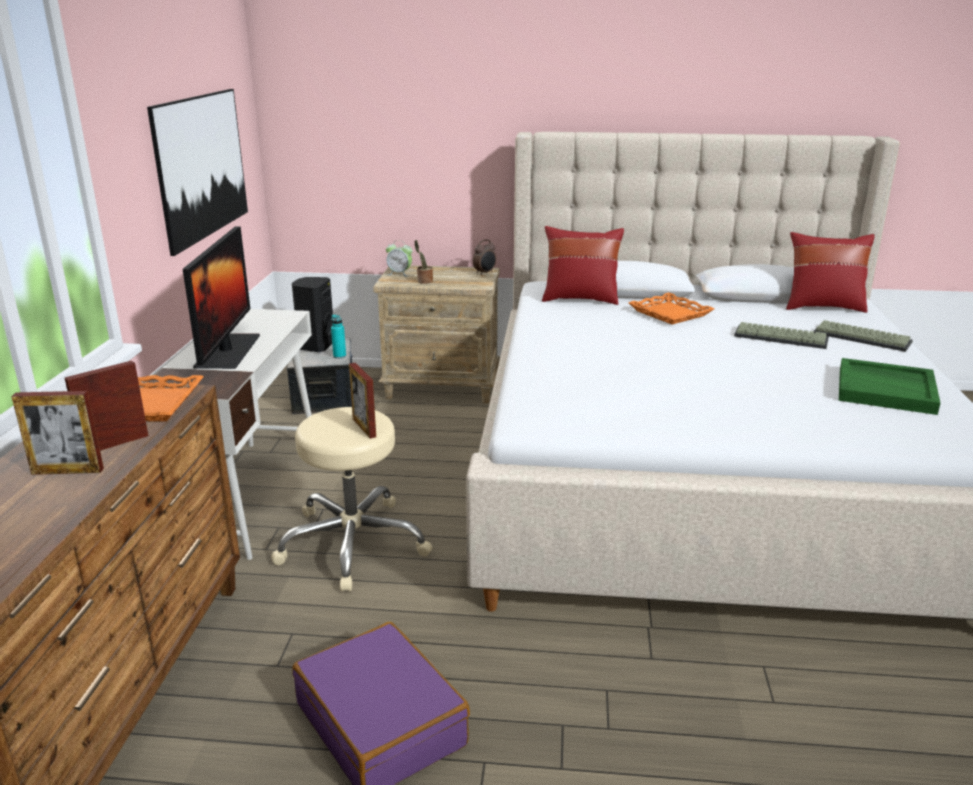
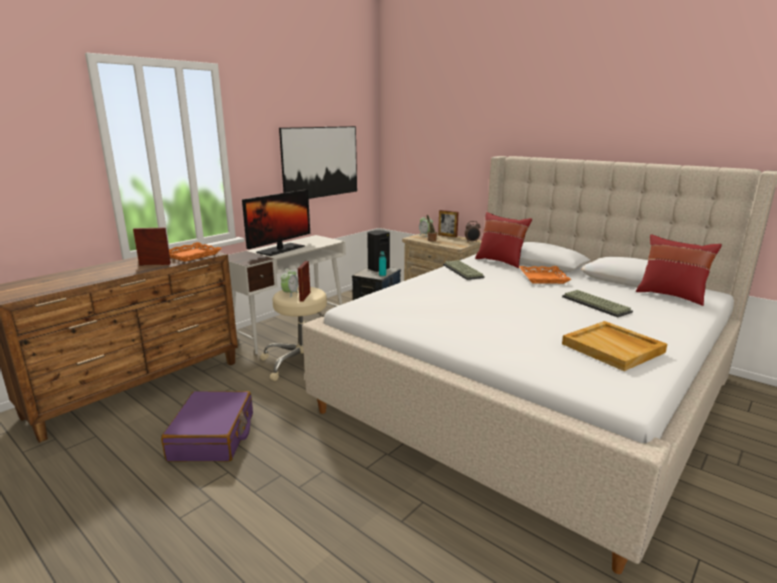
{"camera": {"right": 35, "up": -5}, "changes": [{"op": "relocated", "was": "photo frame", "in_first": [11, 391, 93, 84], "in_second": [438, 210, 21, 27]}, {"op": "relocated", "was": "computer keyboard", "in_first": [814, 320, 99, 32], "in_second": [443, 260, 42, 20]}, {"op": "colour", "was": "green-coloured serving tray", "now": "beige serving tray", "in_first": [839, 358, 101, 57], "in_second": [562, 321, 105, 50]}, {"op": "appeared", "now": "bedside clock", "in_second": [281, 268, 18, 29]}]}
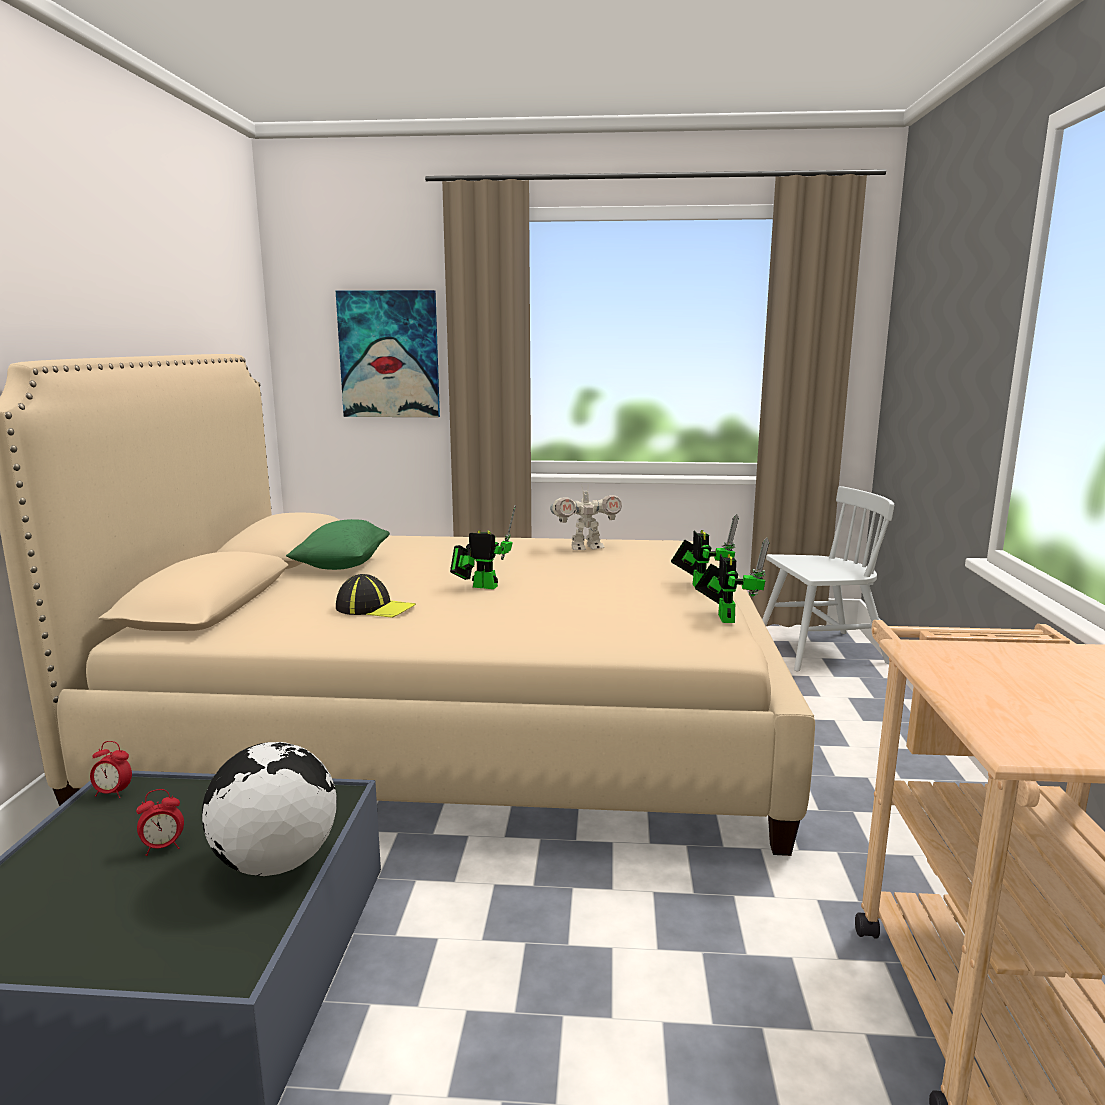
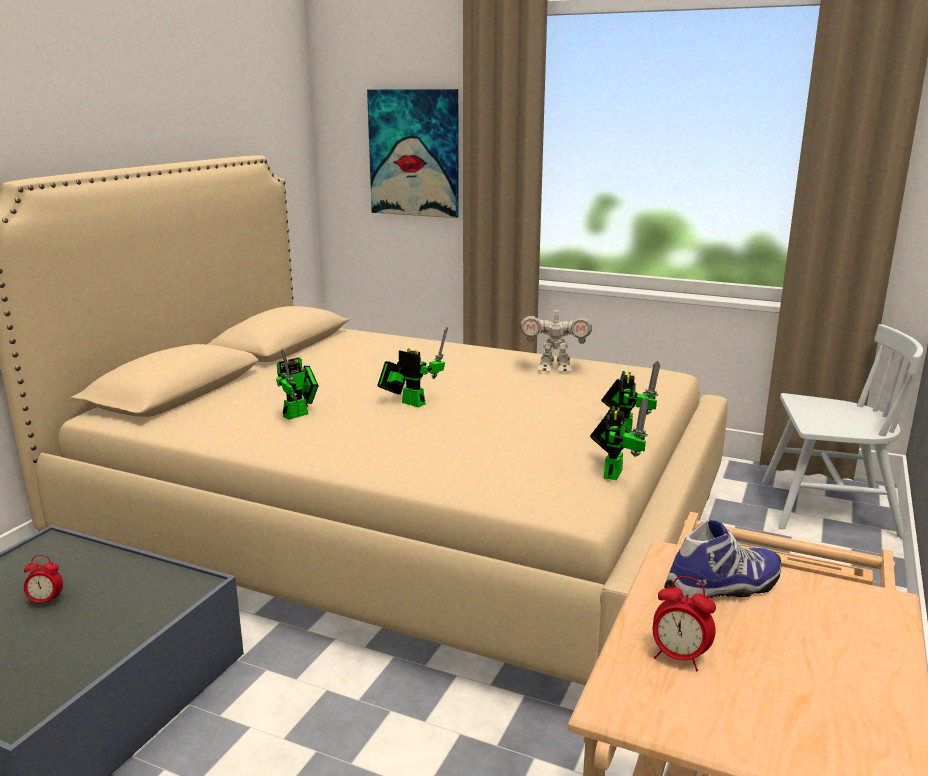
{"camera": {"right": 20, "up": 5}, "changes": [{"op": "relocated", "was": "bedside clock", "in_first": [90, 741, 42, 58], "in_second": [653, 576, 63, 95]}, {"op": "missing", "was": "desk globe", "in_first": [202, 742, 135, 134]}, {"op": "missing", "was": "green-coloured pillow", "in_first": [286, 519, 104, 51]}, {"op": "exchanged", "was": "cap", "now": "robot figure", "in_first": [336, 574, 80, 44], "in_second": [276, 348, 42, 72]}, {"op": "appeared", "now": "low shoe", "in_second": [664, 520, 117, 78]}]}
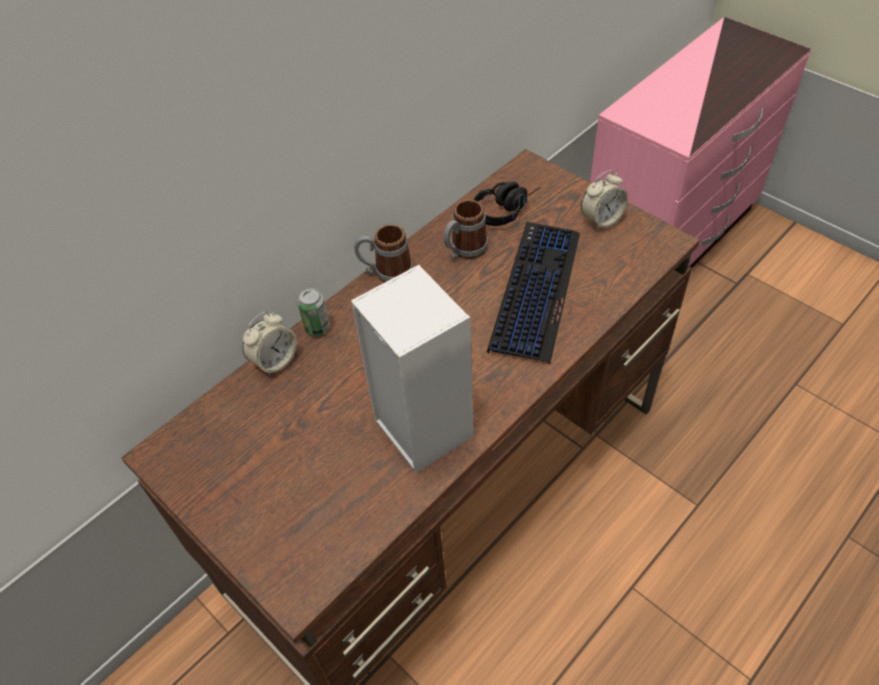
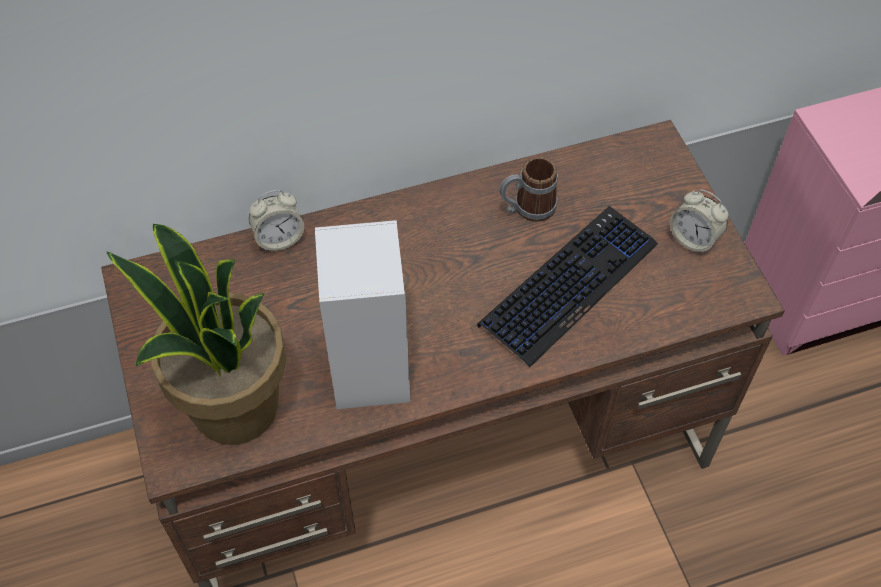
{"camera": {"right": 25, "up": 5}, "changes": [{"op": "missing", "was": "metal can", "in_first": [297, 288, 33, 48]}, {"op": "missing", "was": "coffee mug", "in_first": [354, 224, 59, 59]}, {"op": "missing", "was": "black-coloured pair of headphones", "in_first": [473, 181, 68, 45]}, {"op": "spun", "was": "bedside clock", "in_first": [581, 170, 47, 60], "in_second": [670, 189, 58, 65], "clockwise": 45}, {"op": "appeared", "now": "potted plant", "in_second": [106, 224, 180, 221]}]}
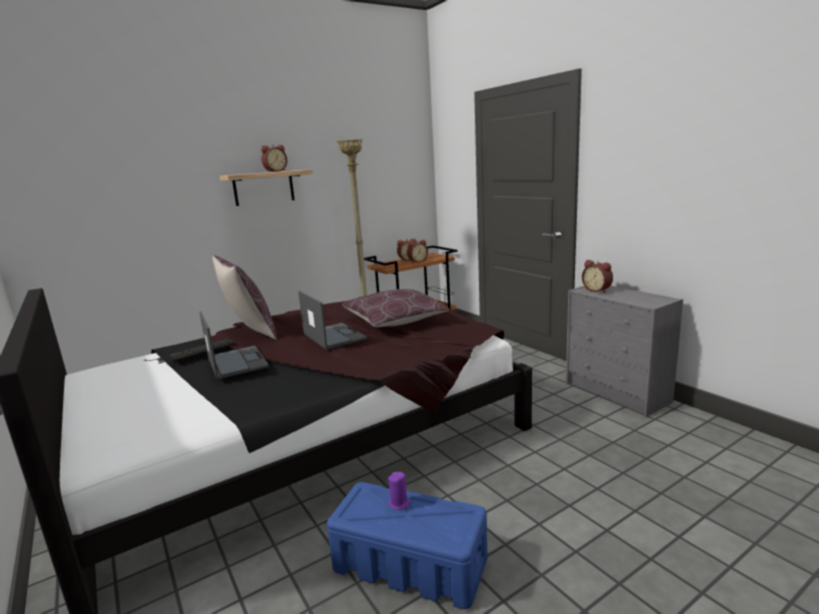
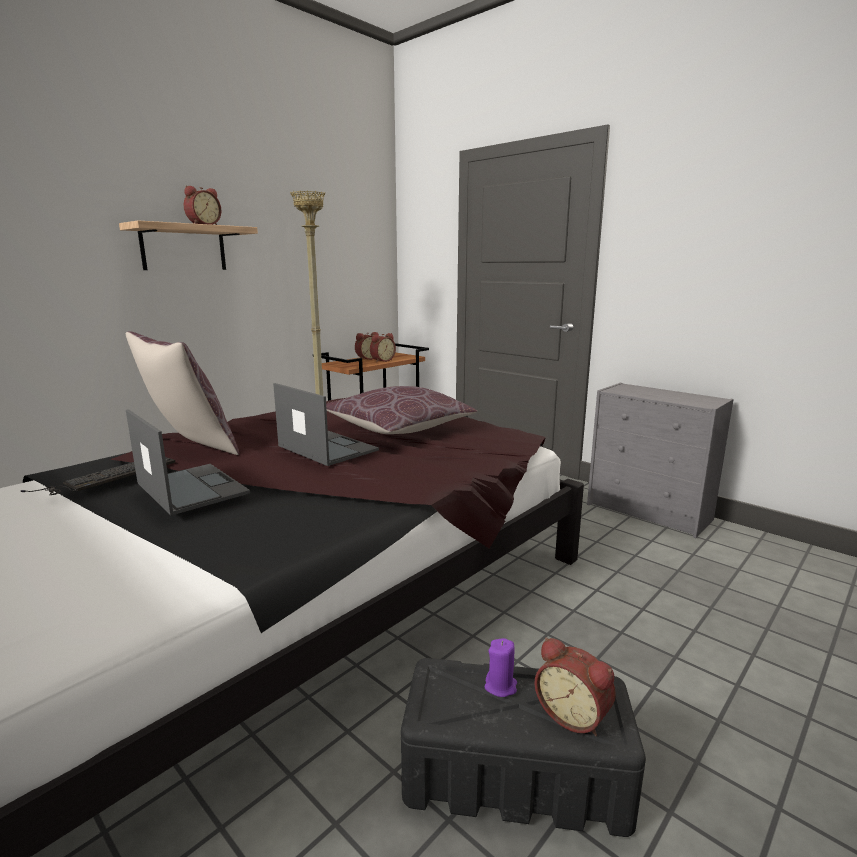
{"camera": {"right": -15, "up": 0}, "changes": [{"op": "colour", "was": "bluish storage bin", "now": "black-coloured storage bin", "in_first": [327, 482, 160, 127], "in_second": [401, 658, 245, 179]}, {"op": "relocated", "was": "bedside clock", "in_first": [582, 260, 31, 33], "in_second": [534, 637, 82, 99]}]}
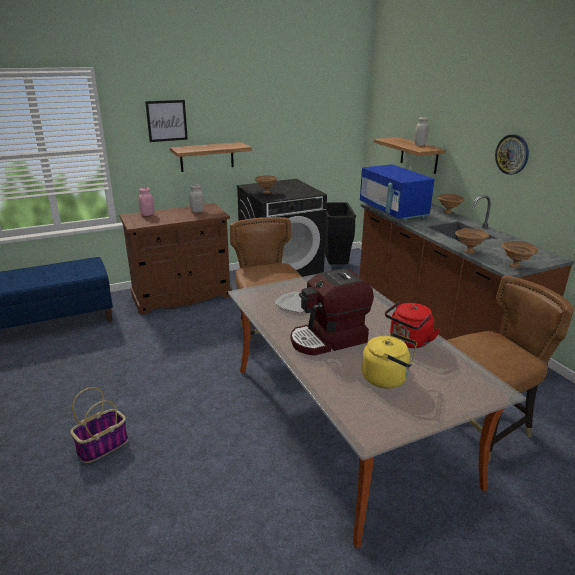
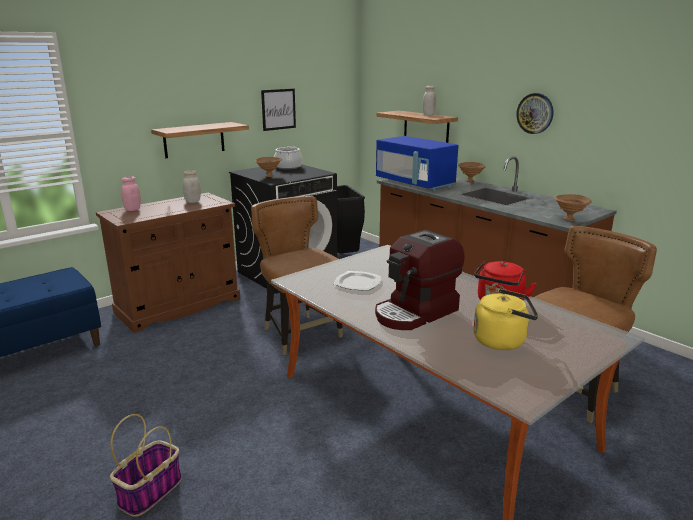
{"camera": {"right": -15, "up": -5}, "changes": [{"op": "relocated", "was": "picture", "in_first": [145, 100, 43, 42], "in_second": [261, 89, 35, 42]}, {"op": "missing", "was": "brown-coloured serving bowl", "in_first": [455, 228, 34, 26]}, {"op": "appeared", "now": "stockpot", "in_second": [274, 146, 28, 23]}]}
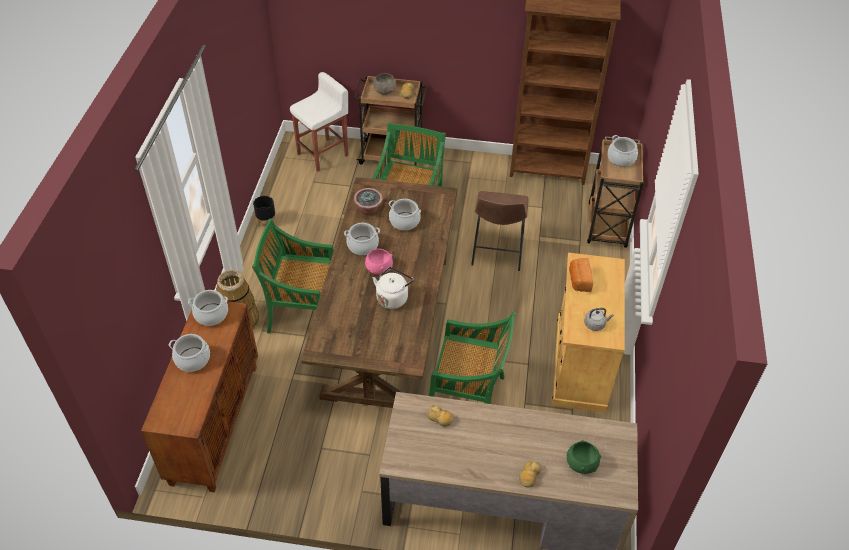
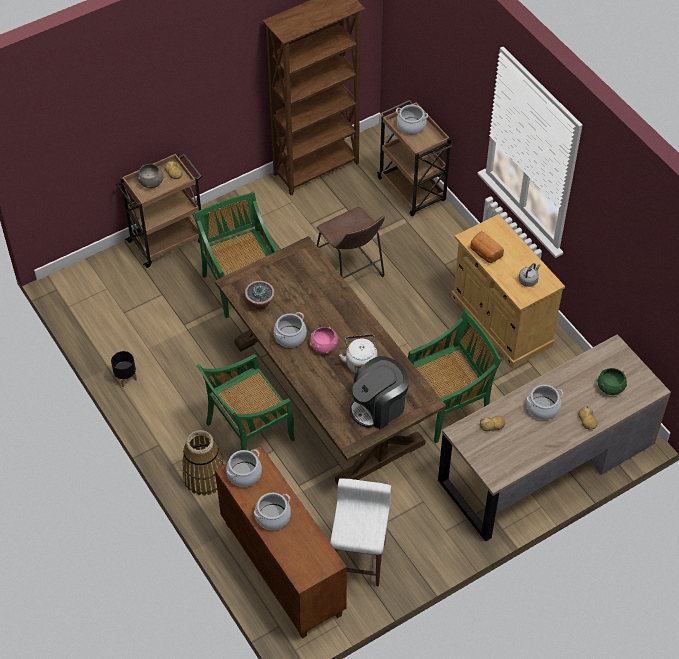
{"camera": {"right": -40, "up": 5}, "changes": [{"op": "relocated", "was": "white-coloured sitting stool", "in_first": [290, 72, 58, 100], "in_second": [330, 478, 61, 109]}, {"op": "relocated", "was": "stockpot", "in_first": [389, 199, 32, 32], "in_second": [526, 385, 38, 35]}, {"op": "appeared", "now": "coffee maker", "in_second": [350, 356, 59, 73]}]}
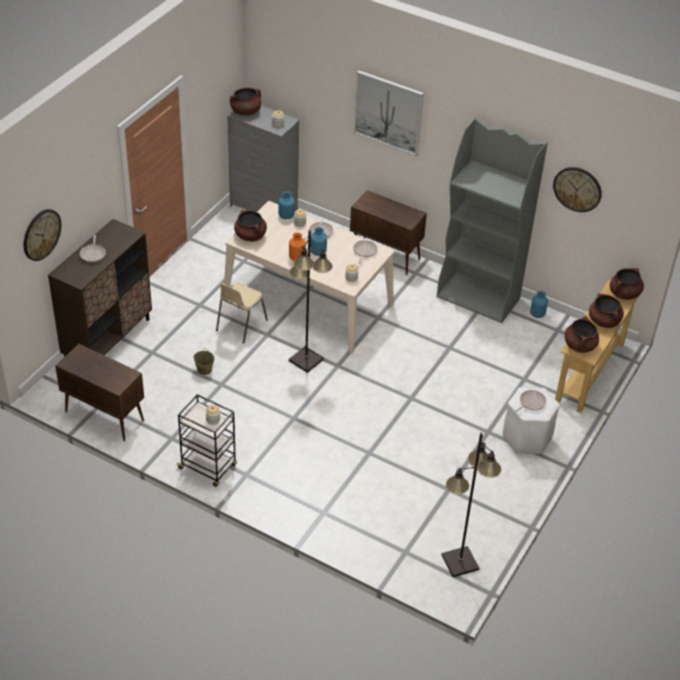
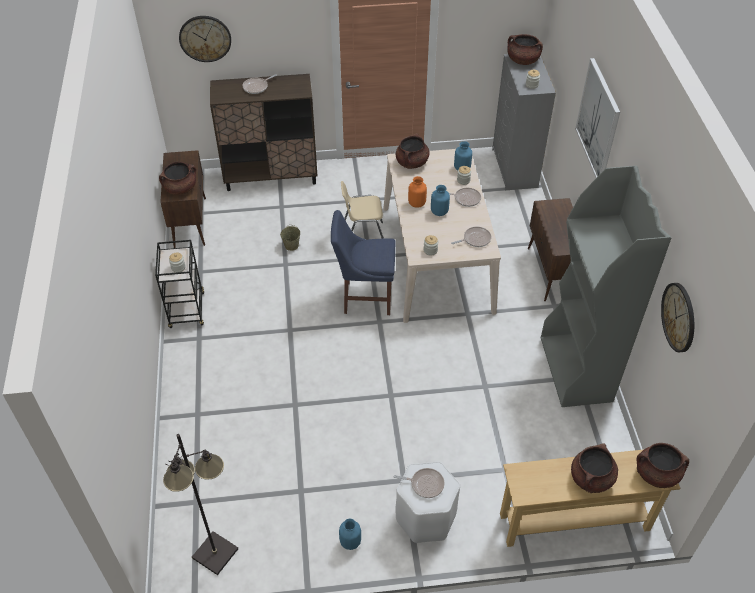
{"camera": {"right": 55, "up": 5}, "changes": [{"op": "exchanged", "was": "black-coloured standard lamp", "now": "bluish plain chair", "in_first": [289, 230, 44, 143], "in_second": [331, 210, 65, 105]}, {"op": "relocated", "was": "bluish flower vase", "in_first": [530, 291, 18, 27], "in_second": [339, 518, 22, 32]}, {"op": "relocated", "was": "brown-coloured stockpot", "in_first": [565, 316, 34, 37], "in_second": [159, 162, 37, 33]}]}
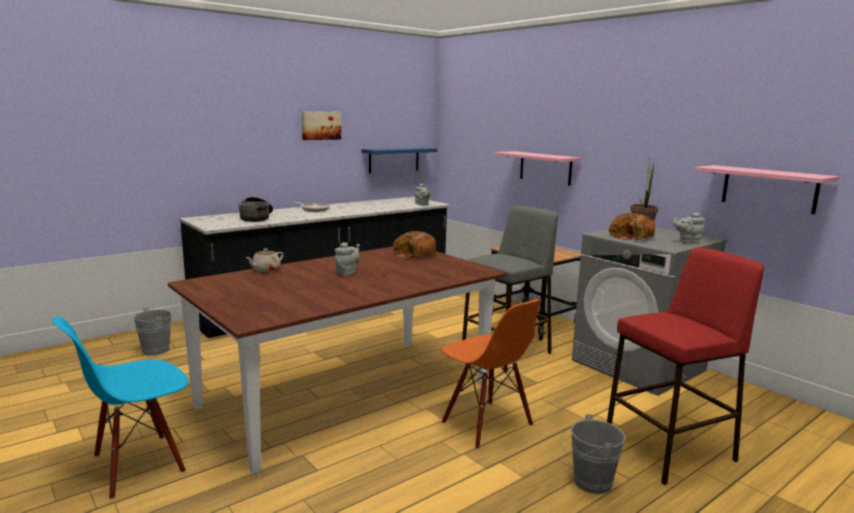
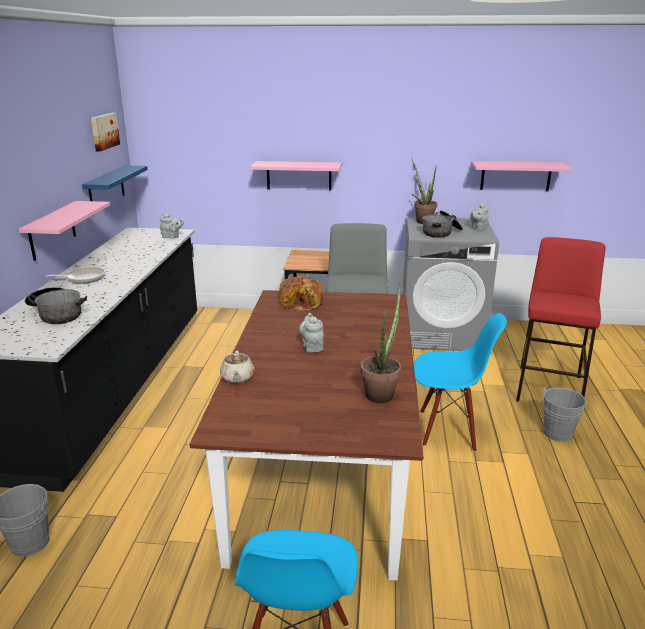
{"camera": {"right": -45, "up": 10}, "changes": [{"op": "relocated", "was": "picture", "in_first": [302, 111, 39, 29], "in_second": [91, 113, 29, 39]}, {"op": "colour", "was": "orange-coloured plain chair", "now": "bluish plain chair", "in_first": [441, 299, 101, 150], "in_second": [414, 313, 93, 139]}, {"op": "exchanged", "was": "bakery bread", "now": "stockpot", "in_first": [608, 213, 47, 27], "in_second": [423, 211, 40, 27]}, {"op": "appeared", "now": "pink-coloured bracket shelf", "in_second": [19, 201, 91, 60]}, {"op": "appeared", "now": "potted plant", "in_second": [360, 283, 41, 120]}]}
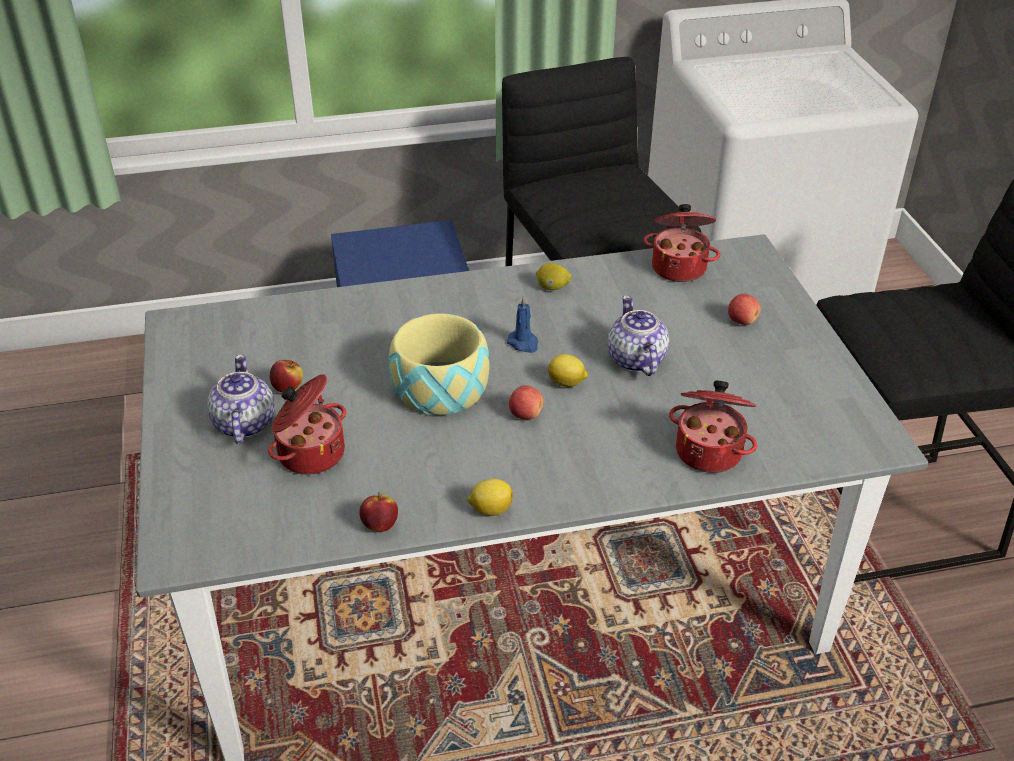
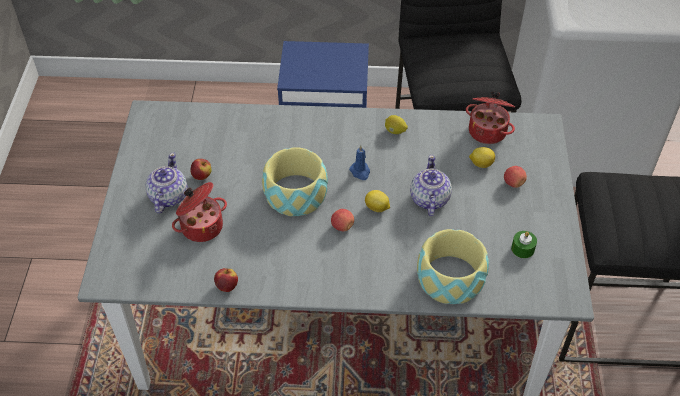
{"camera": {"right": 15, "up": 10}, "changes": [{"op": "relocated", "was": "citrus fruit", "in_first": [467, 479, 46, 37], "in_second": [469, 147, 26, 21]}, {"op": "exchanged", "was": "stockpot", "now": "serving bowl", "in_first": [669, 380, 88, 93], "in_second": [417, 229, 72, 75]}, {"op": "appeared", "now": "green-coloured wax light", "in_second": [511, 231, 26, 27]}]}
